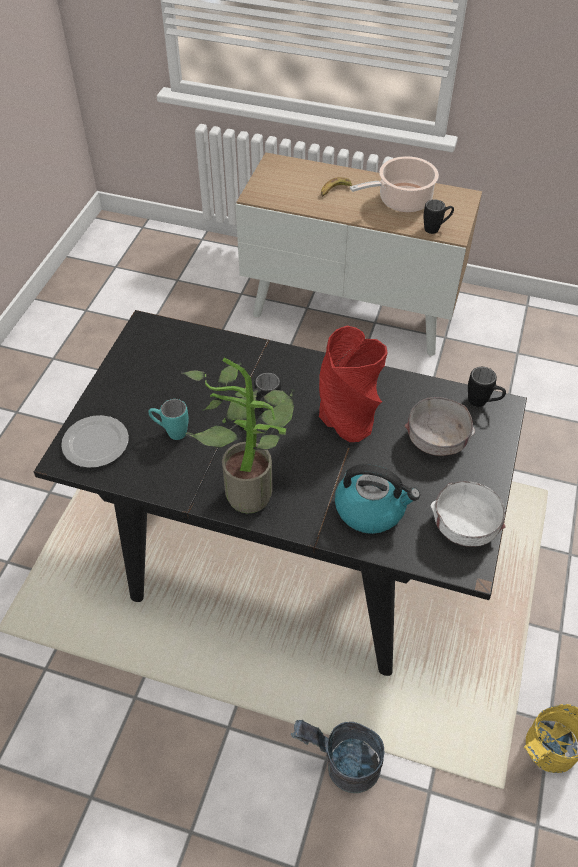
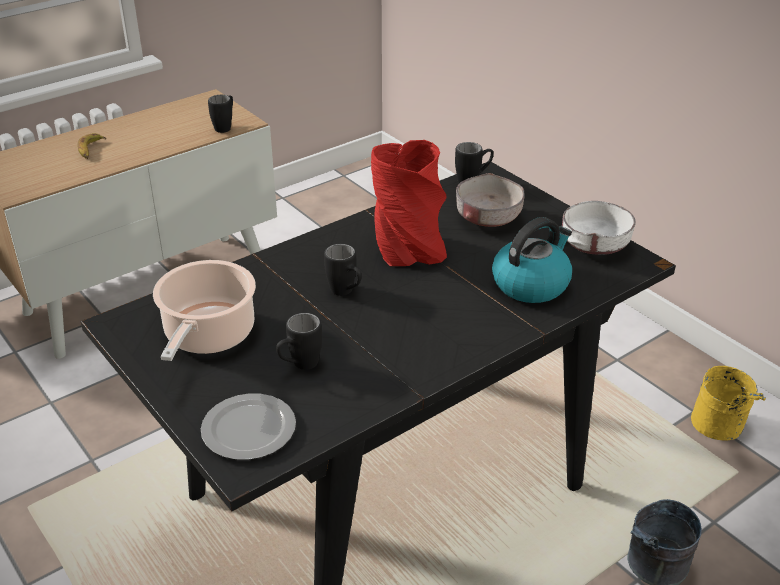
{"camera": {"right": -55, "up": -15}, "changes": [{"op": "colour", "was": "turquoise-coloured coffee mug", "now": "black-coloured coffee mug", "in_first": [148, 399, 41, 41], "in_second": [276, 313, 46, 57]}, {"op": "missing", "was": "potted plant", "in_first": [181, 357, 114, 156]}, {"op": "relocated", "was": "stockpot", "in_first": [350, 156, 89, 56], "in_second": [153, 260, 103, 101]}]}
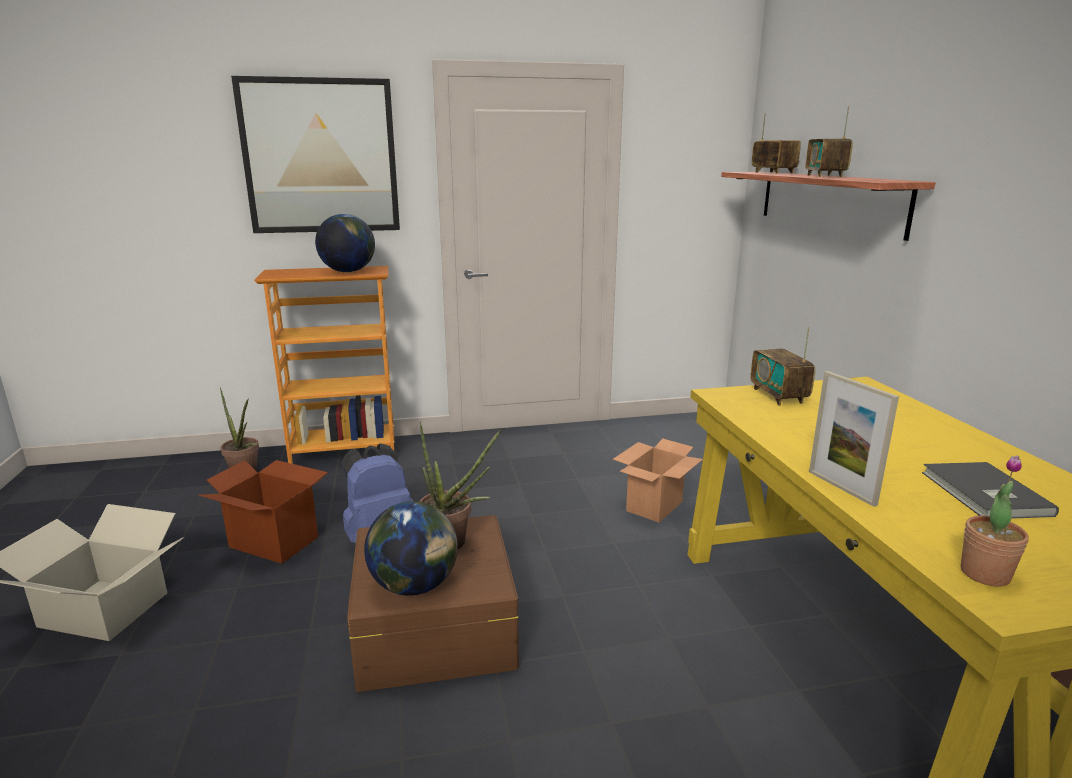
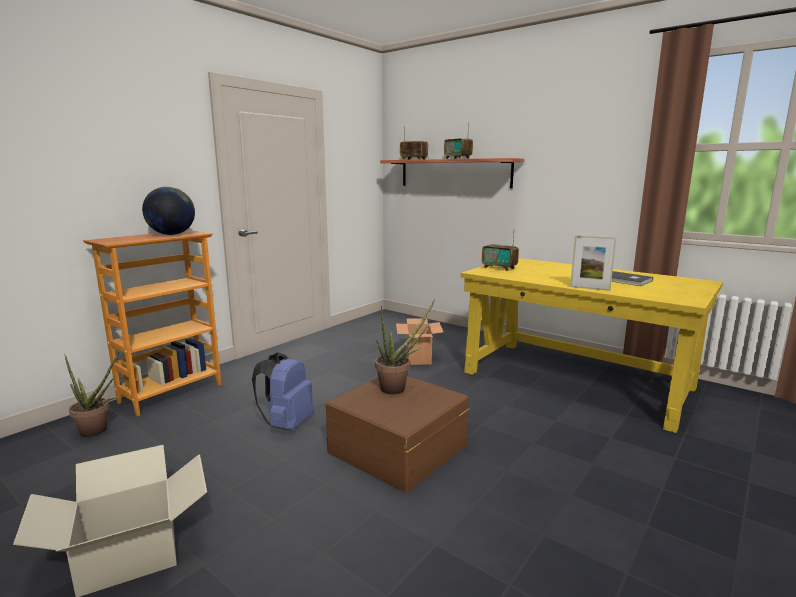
{"camera": {"right": -40, "up": -5}, "changes": [{"op": "missing", "was": "carton", "in_first": [199, 460, 129, 104]}, {"op": "missing", "was": "picture", "in_first": [231, 76, 169, 157]}, {"op": "missing", "was": "desk globe", "in_first": [364, 501, 94, 95]}, {"op": "missing", "was": "potted plant", "in_first": [960, 455, 69, 132]}]}
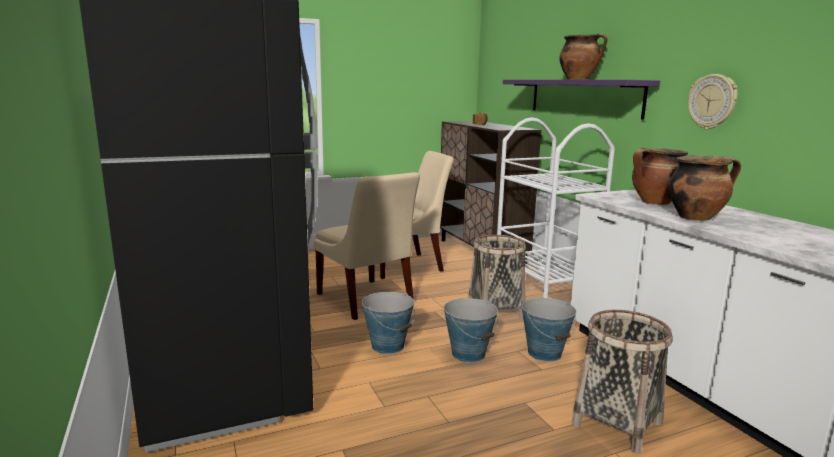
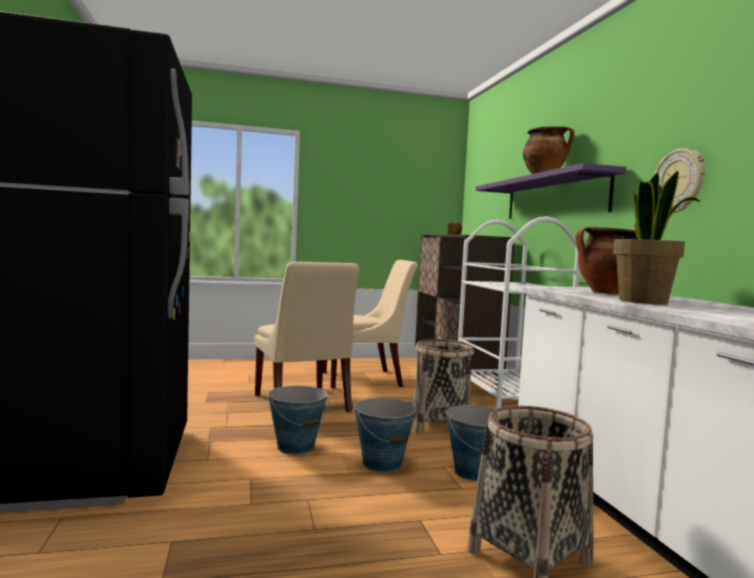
{"camera": {"right": 10, "up": -10}, "changes": [{"op": "exchanged", "was": "stockpot", "now": "potted plant", "in_first": [669, 155, 72, 66], "in_second": [613, 171, 87, 133]}]}
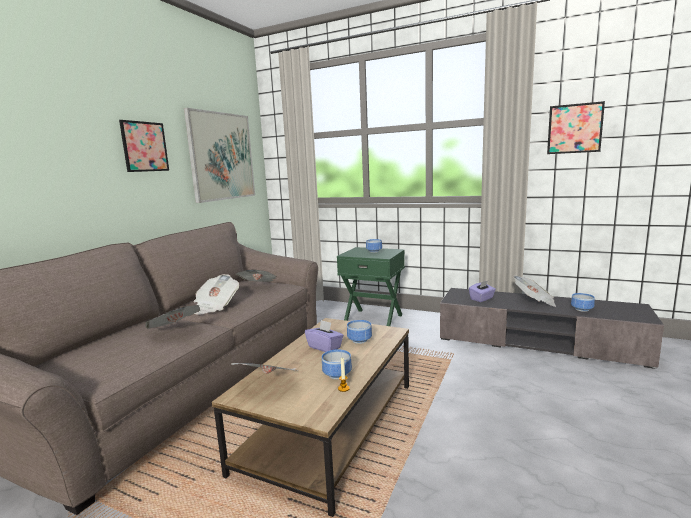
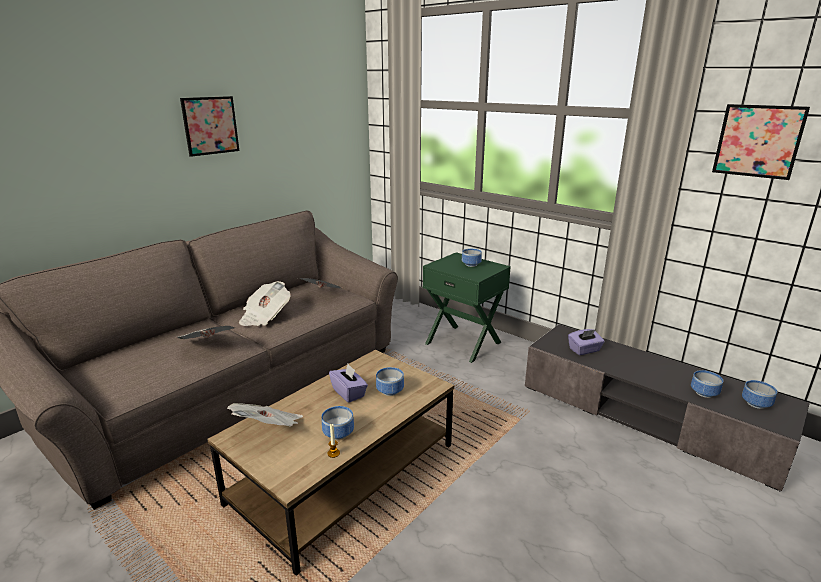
{"camera": {"right": 15, "up": 10}, "changes": [{"op": "missing", "was": "picture", "in_first": [184, 108, 71, 95]}, {"op": "missing", "was": "daily paper", "in_first": [513, 275, 43, 32]}, {"op": "appeared", "now": "serving bowl", "in_second": [742, 380, 35, 29]}]}
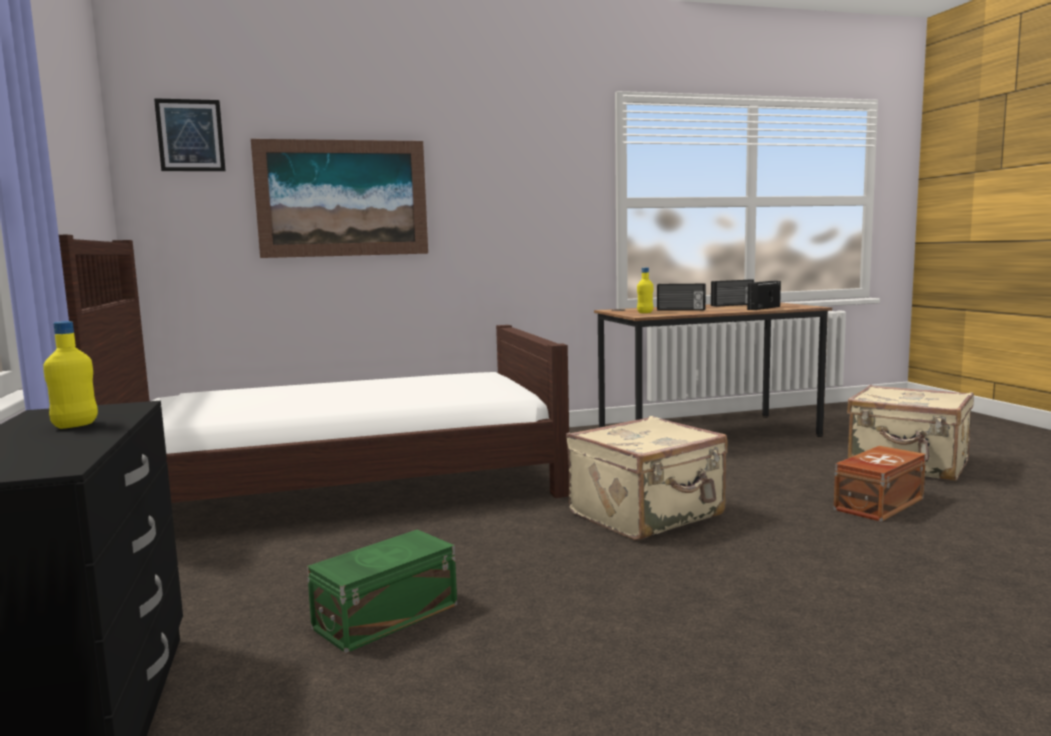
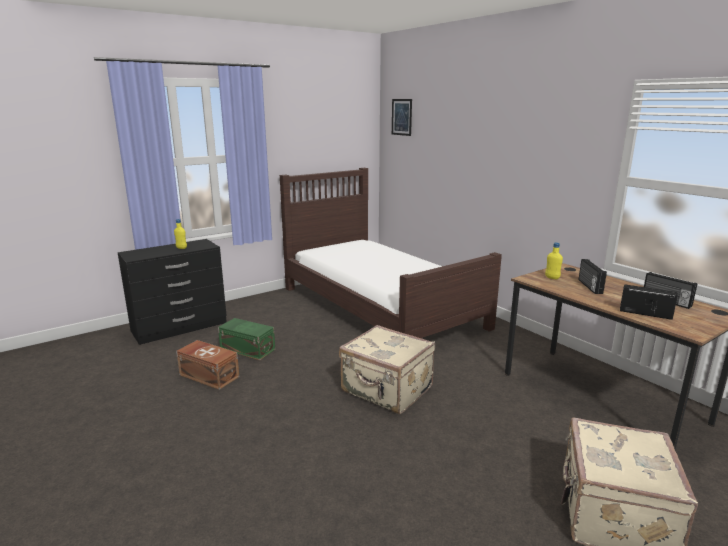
{"camera": {"right": 70, "up": 10}, "changes": [{"op": "missing", "was": "picture", "in_first": [251, 139, 177, 119]}, {"op": "relocated", "was": "brown-coloured storage bin", "in_first": [834, 446, 92, 76], "in_second": [176, 340, 63, 50]}]}
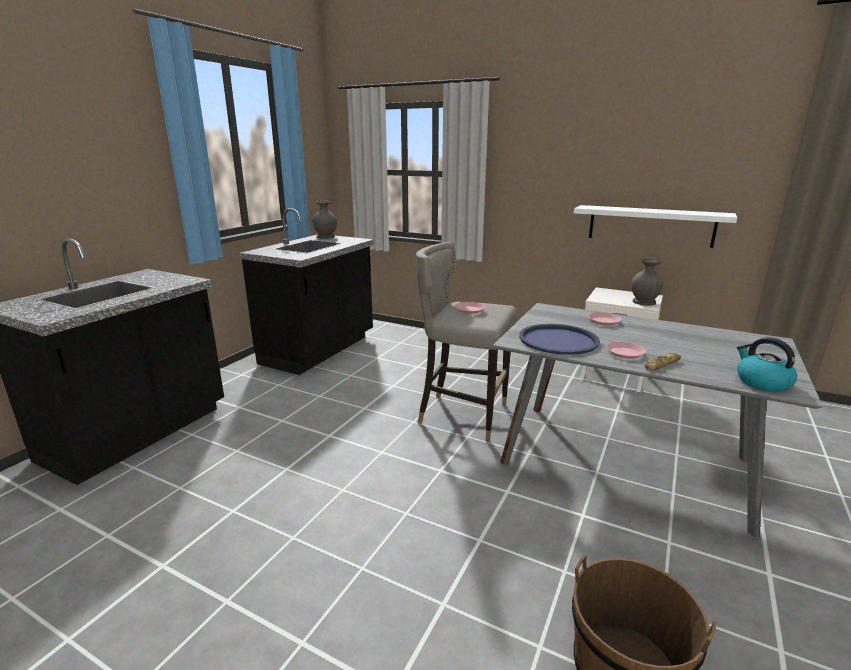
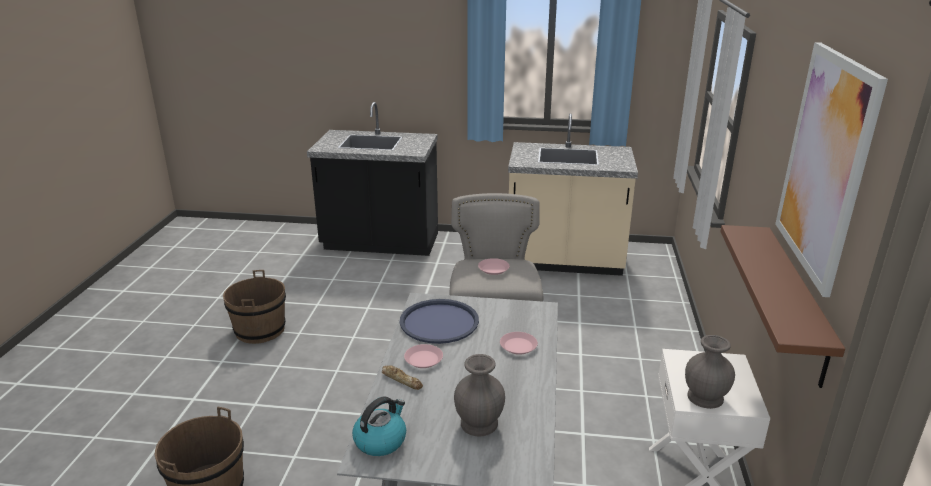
{"camera": {"right": 70, "up": 5}, "changes": [{"op": "colour", "was": "black-coloured kitchen counter", "now": "beige kitchen counter", "in_first": [240, 208, 134, 167], "in_second": [508, 113, 130, 163]}, {"op": "relocated", "was": "grey flower vase", "in_first": [312, 201, 25, 38], "in_second": [454, 354, 51, 82]}, {"op": "colour", "was": "white-coloured bracket shelf", "now": "brown-coloured bracket shelf", "in_first": [574, 205, 163, 43], "in_second": [720, 225, 125, 163]}, {"op": "appeared", "now": "brown-coloured pail", "in_second": [223, 270, 63, 74]}, {"op": "appeared", "now": "picture", "in_second": [775, 42, 113, 255]}]}
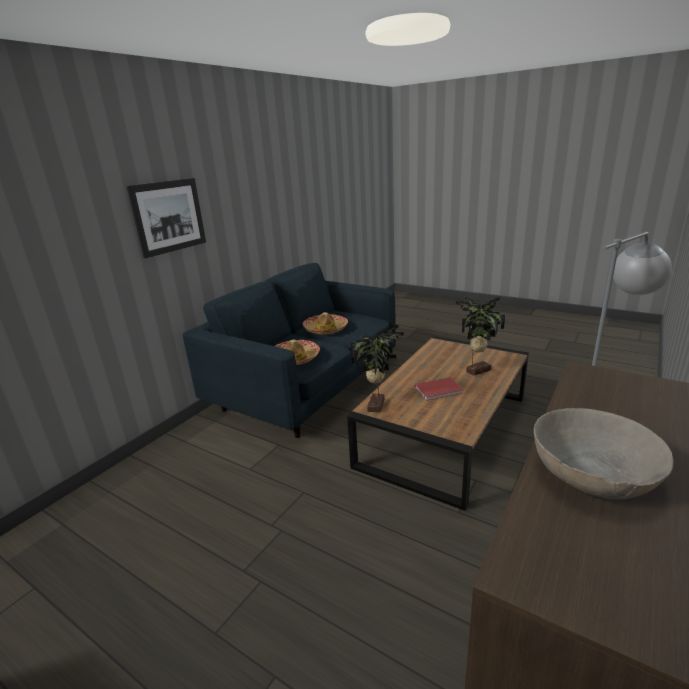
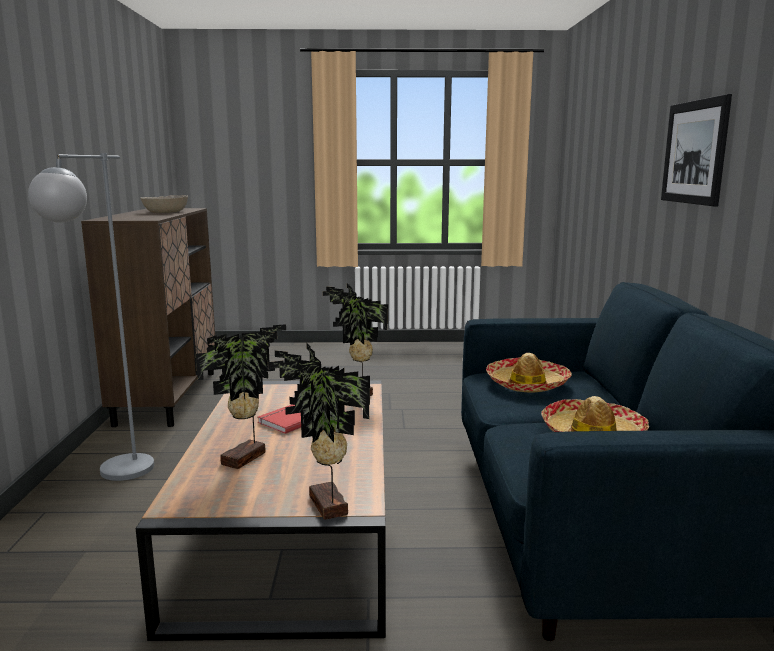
{"camera": {"right": 145, "up": -10}, "changes": [{"op": "appeared", "now": "potted plant", "in_second": [268, 343, 102, 177]}]}
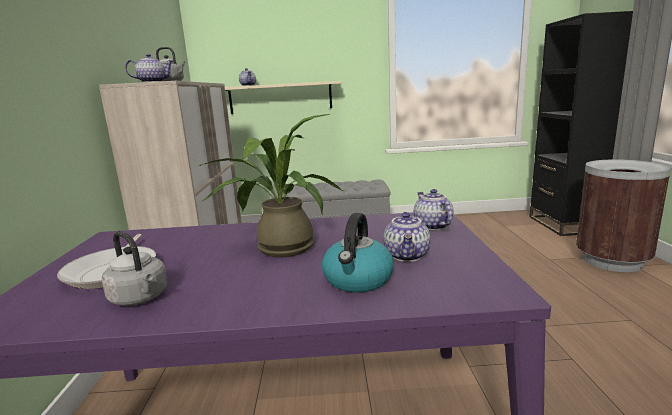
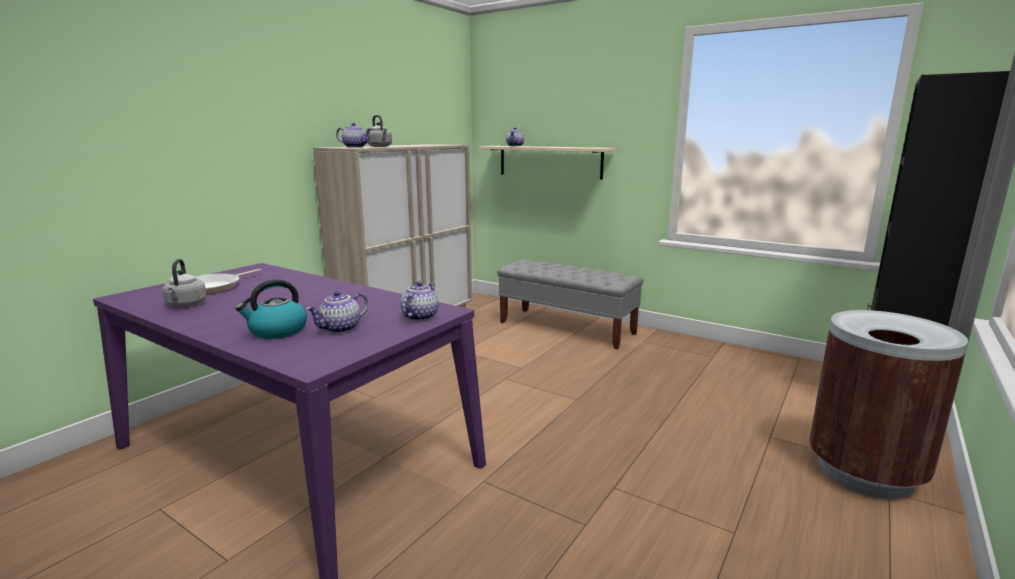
{"camera": {"right": 35, "up": 0}, "changes": [{"op": "missing", "was": "potted plant", "in_first": [199, 114, 146, 143]}]}
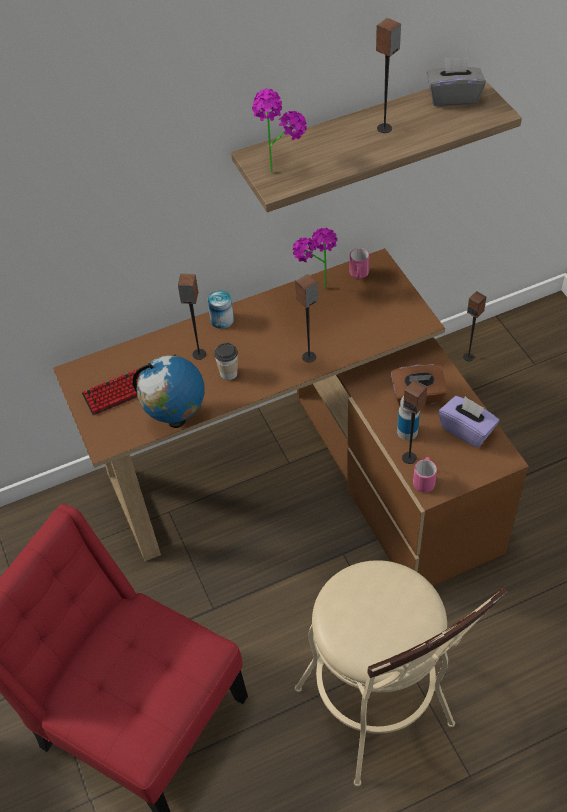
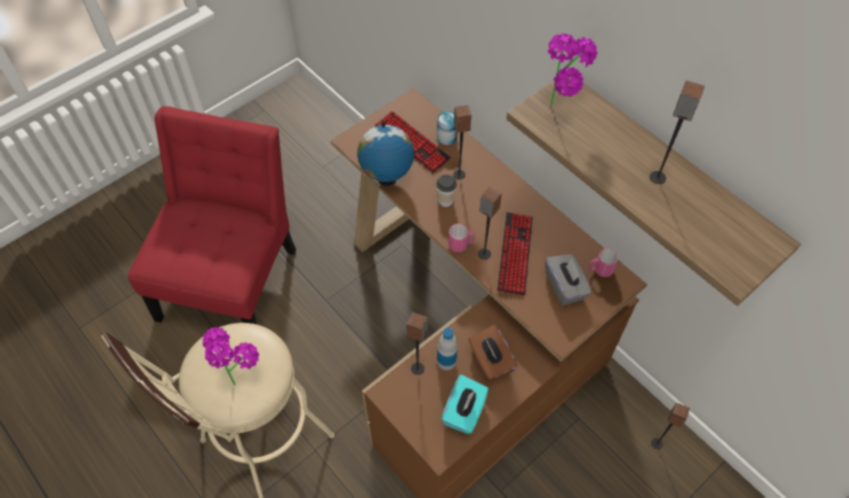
{"camera": {"right": 70, "up": 5}, "changes": [{"op": "relocated", "was": "metal can", "in_first": [208, 290, 26, 39], "in_second": [437, 111, 20, 34]}, {"op": "relocated", "was": "potted plant", "in_first": [292, 228, 45, 61], "in_second": [202, 327, 57, 58]}, {"op": "relocated", "was": "pink-coloured coffee mug", "in_first": [413, 457, 24, 35], "in_second": [448, 224, 28, 28]}, {"op": "relocated", "was": "grey box of tissues", "in_first": [426, 57, 60, 49], "in_second": [545, 254, 47, 52]}, {"op": "colour", "was": "purple-coloured box of tissues", "now": "turquoise-coloured box of tissues", "in_first": [439, 396, 60, 52], "in_second": [441, 374, 47, 60]}, {"op": "appeared", "now": "computer keyboard", "in_second": [497, 212, 36, 83]}]}
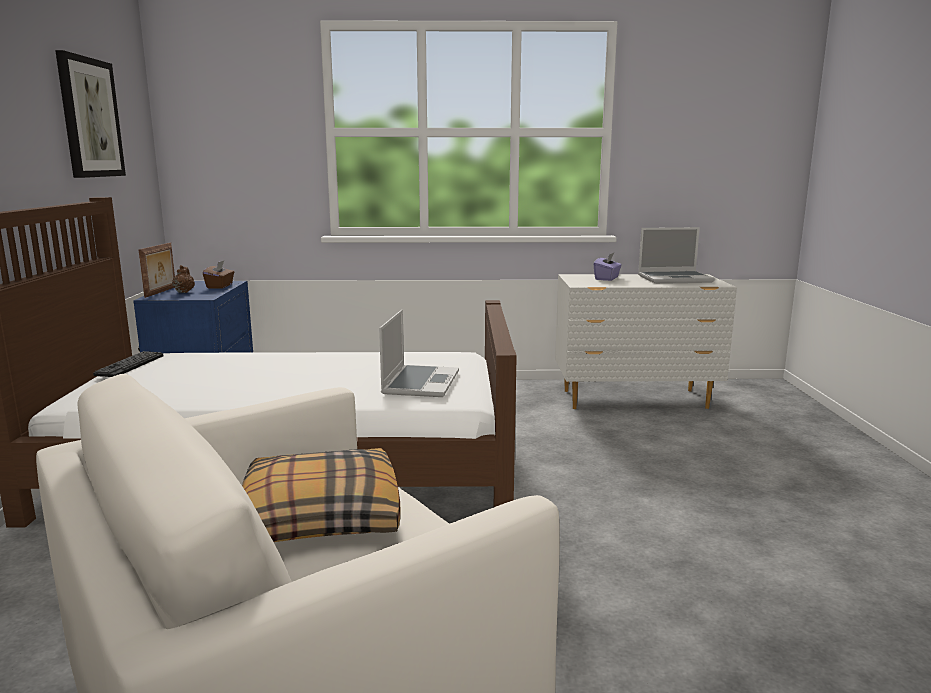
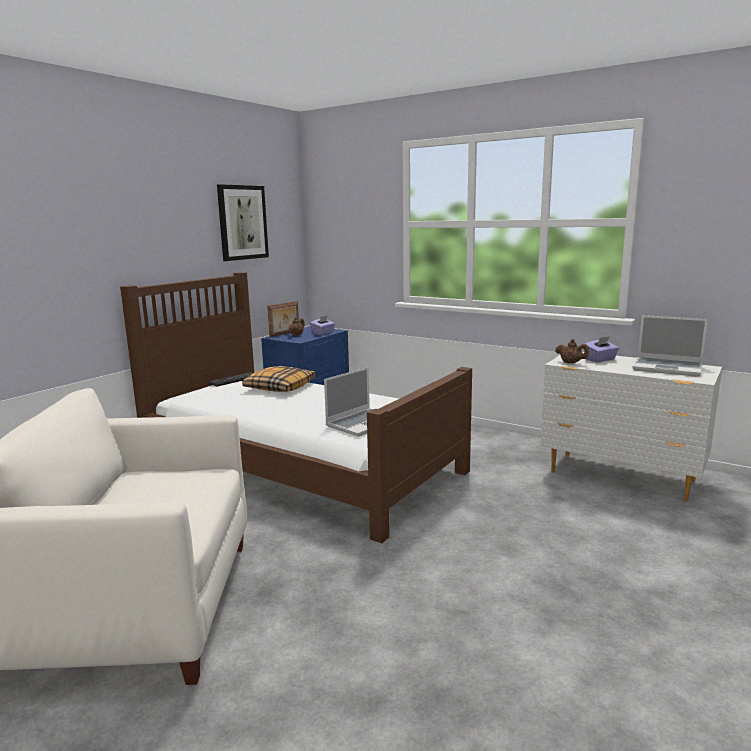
{"camera": {"right": 35, "up": 0}, "changes": [{"op": "colour", "was": "brown-coloured box of tissues", "now": "purple-coloured box of tissues", "in_first": [203, 261, 31, 28], "in_second": [310, 315, 25, 20]}, {"op": "relocated", "was": "pillow", "in_first": [242, 448, 158, 94], "in_second": [242, 366, 73, 26]}, {"op": "appeared", "now": "brown-coloured teapot", "in_second": [555, 339, 34, 25]}]}
